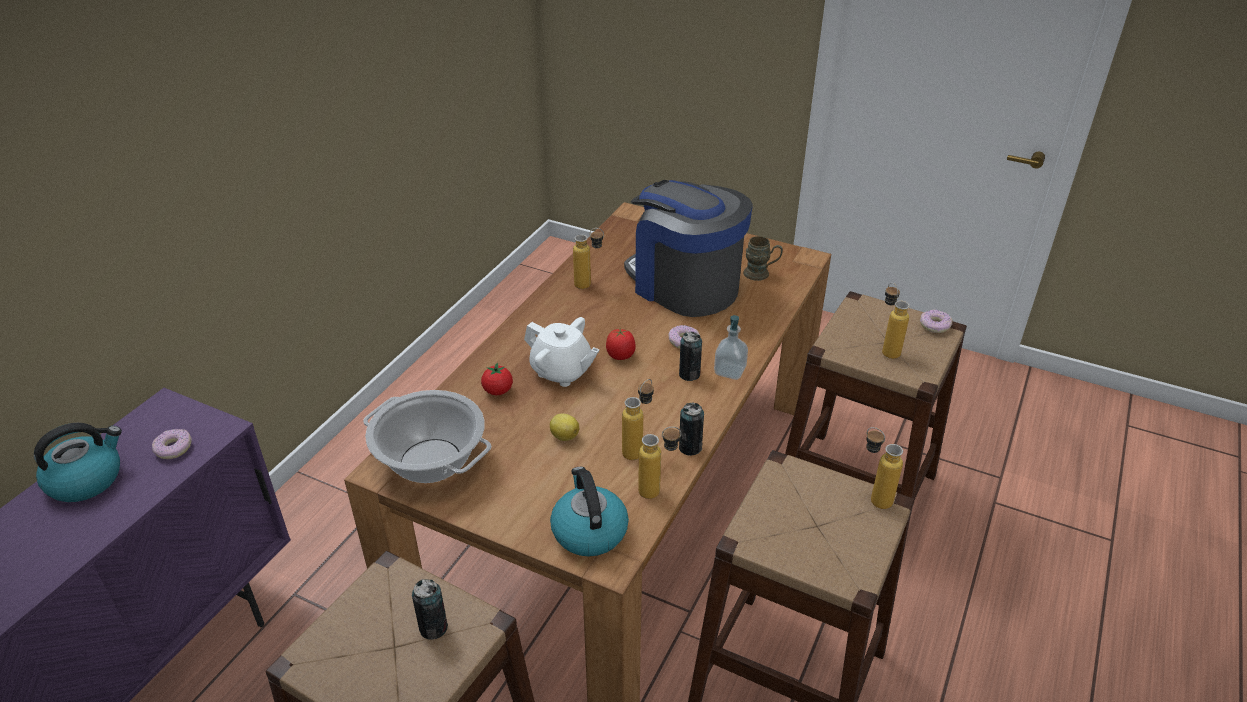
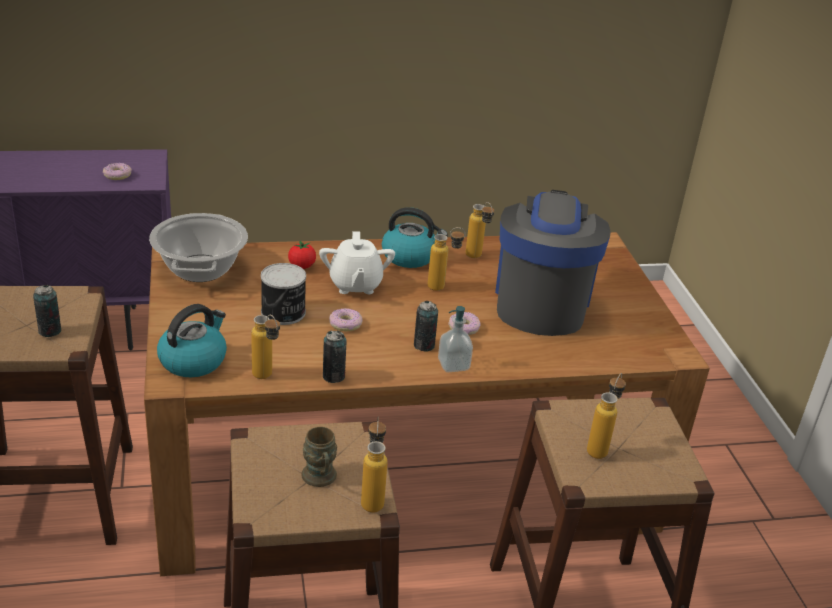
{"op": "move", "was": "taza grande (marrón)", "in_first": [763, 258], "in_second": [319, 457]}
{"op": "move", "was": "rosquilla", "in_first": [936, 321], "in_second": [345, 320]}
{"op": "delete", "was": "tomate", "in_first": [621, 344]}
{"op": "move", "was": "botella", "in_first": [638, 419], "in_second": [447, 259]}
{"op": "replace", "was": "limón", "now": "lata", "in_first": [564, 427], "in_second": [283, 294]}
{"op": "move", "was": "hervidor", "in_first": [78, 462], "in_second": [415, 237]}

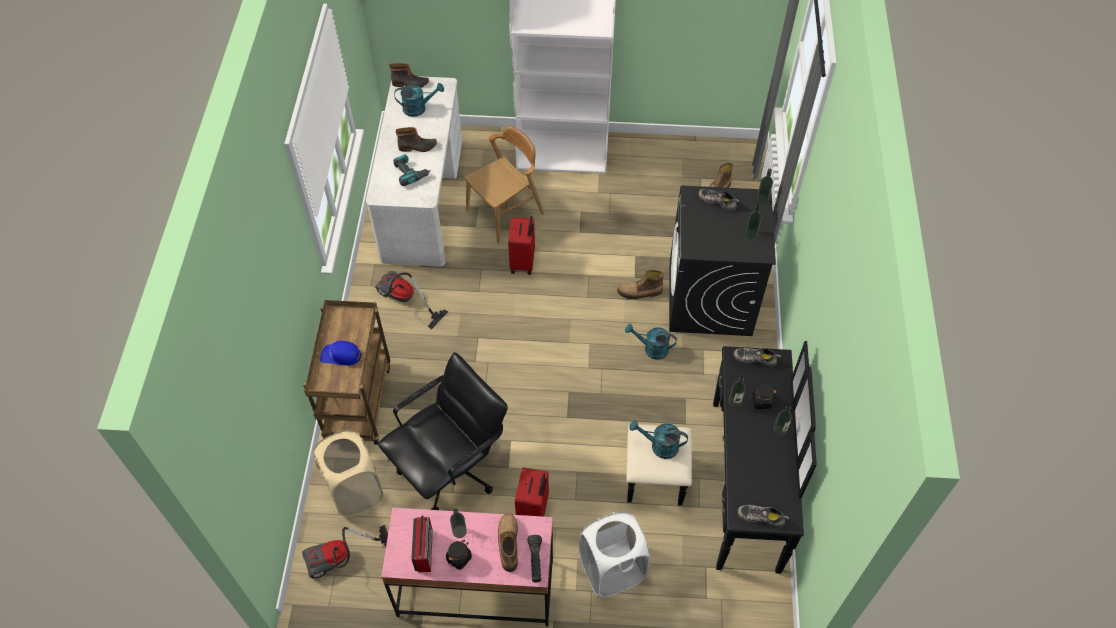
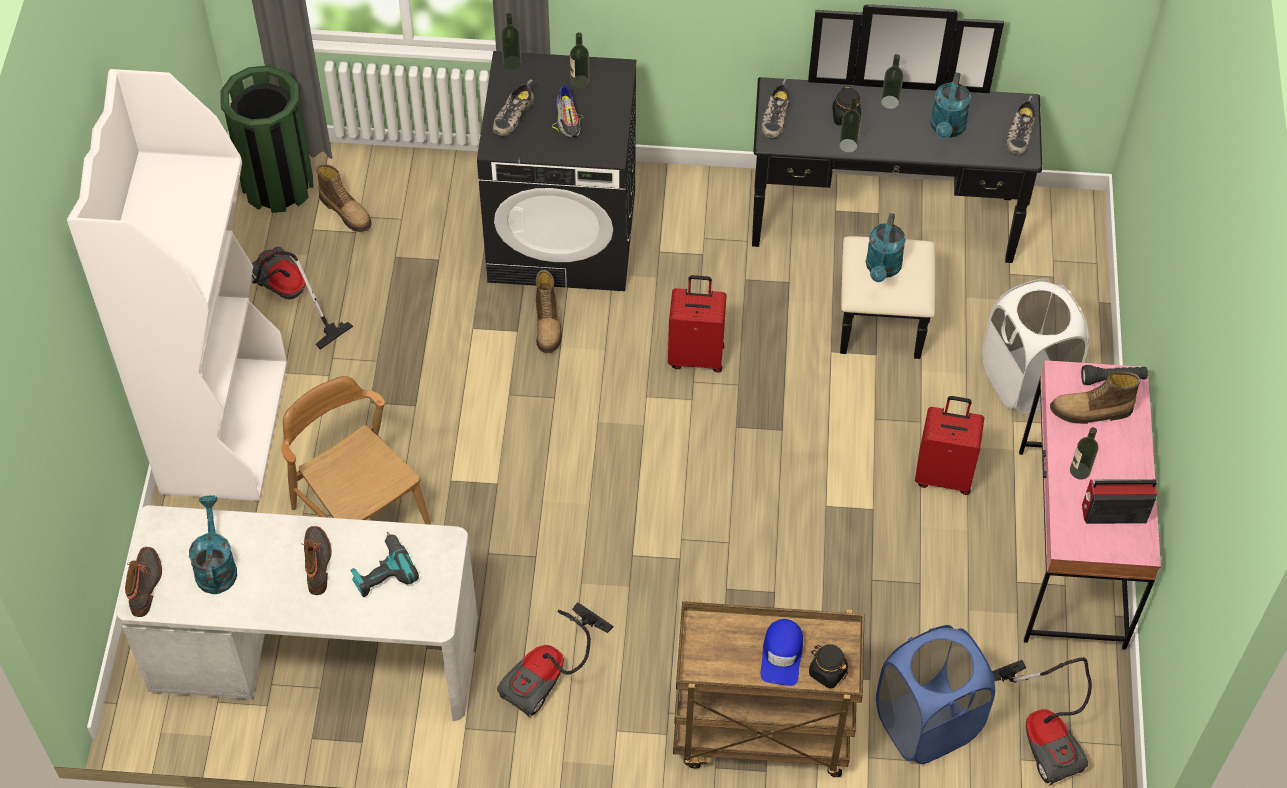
{"op": "move", "was": "maleta (rojo)", "in_first": [521, 245], "in_second": [697, 324]}
{"op": "move", "was": "regadera (turquesa)", "in_first": [651, 342], "in_second": [950, 105]}
{"op": "delete", "was": "silla de oficina (negro)", "in_first": [443, 431]}
{"op": "recolor", "was": "cesto de la ropa (beis)", "now": "cesto de la ropa (azul)", "in_first": [348, 473], "in_second": [935, 694]}
{"op": "move", "was": "tarro (negro)", "in_first": [459, 555], "in_second": [828, 666]}
{"op": "insert", "now": "papelera (verde)", "in_second": [267, 139]}
{"op": "insert", "now": "zapato", "in_second": [567, 110]}
{"op": "insert", "now": "aspiradora", "in_second": [303, 298]}

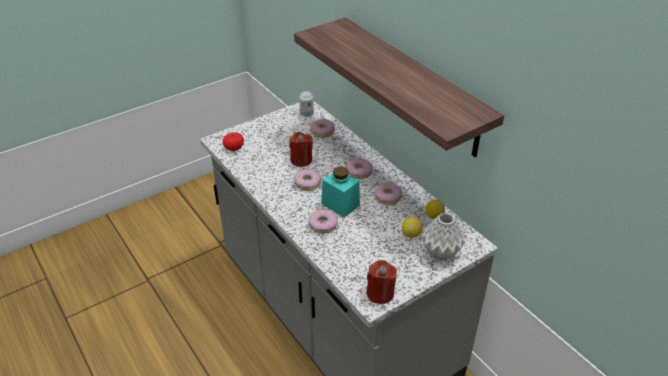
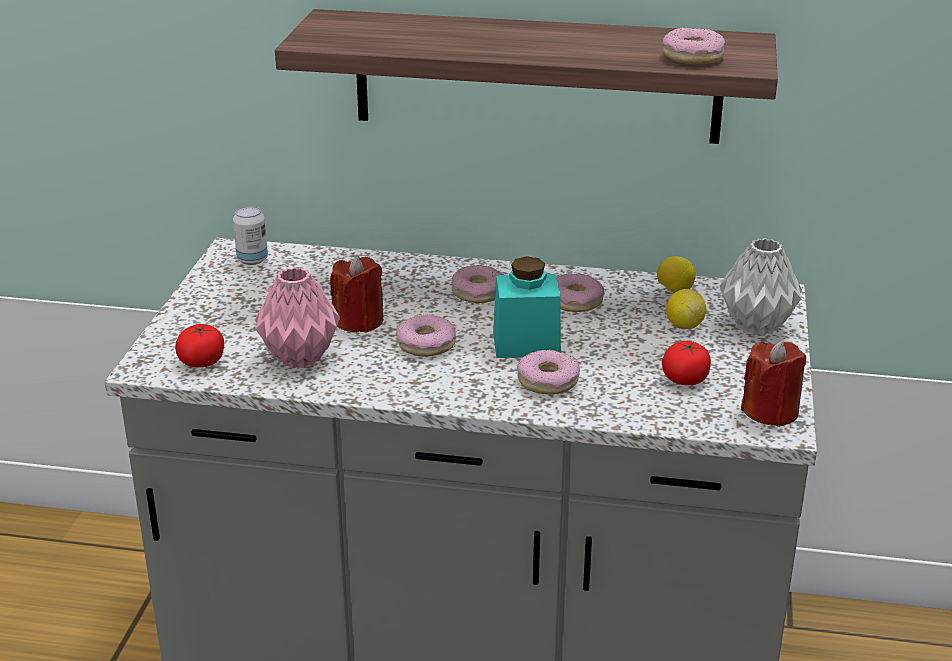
{"op": "move", "was": "rosquilla", "in_first": [323, 128], "in_second": [693, 46]}
{"op": "insert", "now": "florero (rosa)", "in_second": [297, 317]}
{"op": "insert", "now": "tomate", "in_second": [686, 363]}

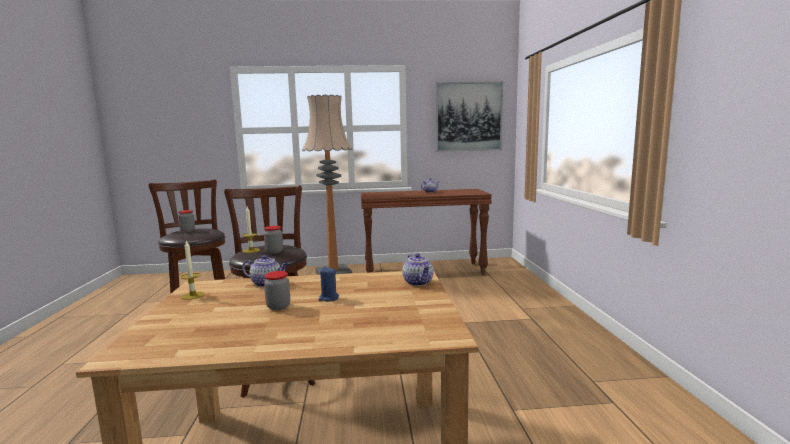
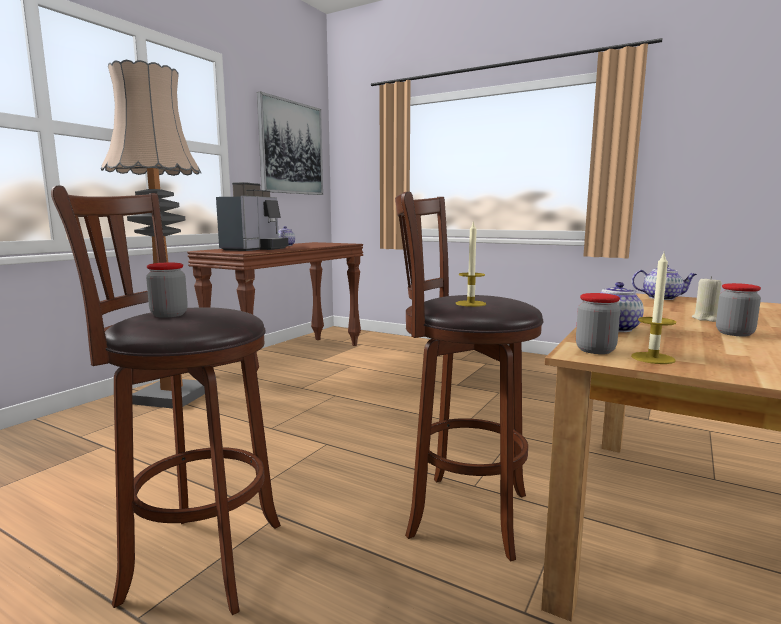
{"op": "move", "was": "tarro", "in_first": [273, 240], "in_second": [598, 323]}
{"op": "recolor", "was": "vela (azul)", "now": "vela (beis)", "in_first": [329, 284], "in_second": [707, 299]}
{"op": "insert", "now": "cafetera", "in_second": [252, 216]}

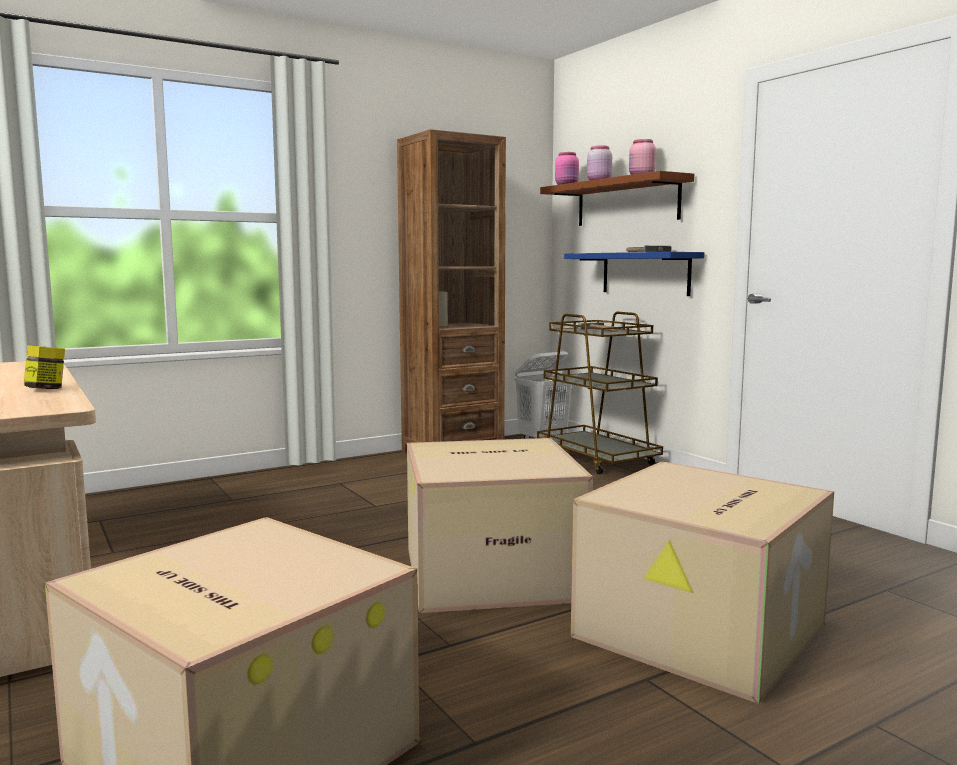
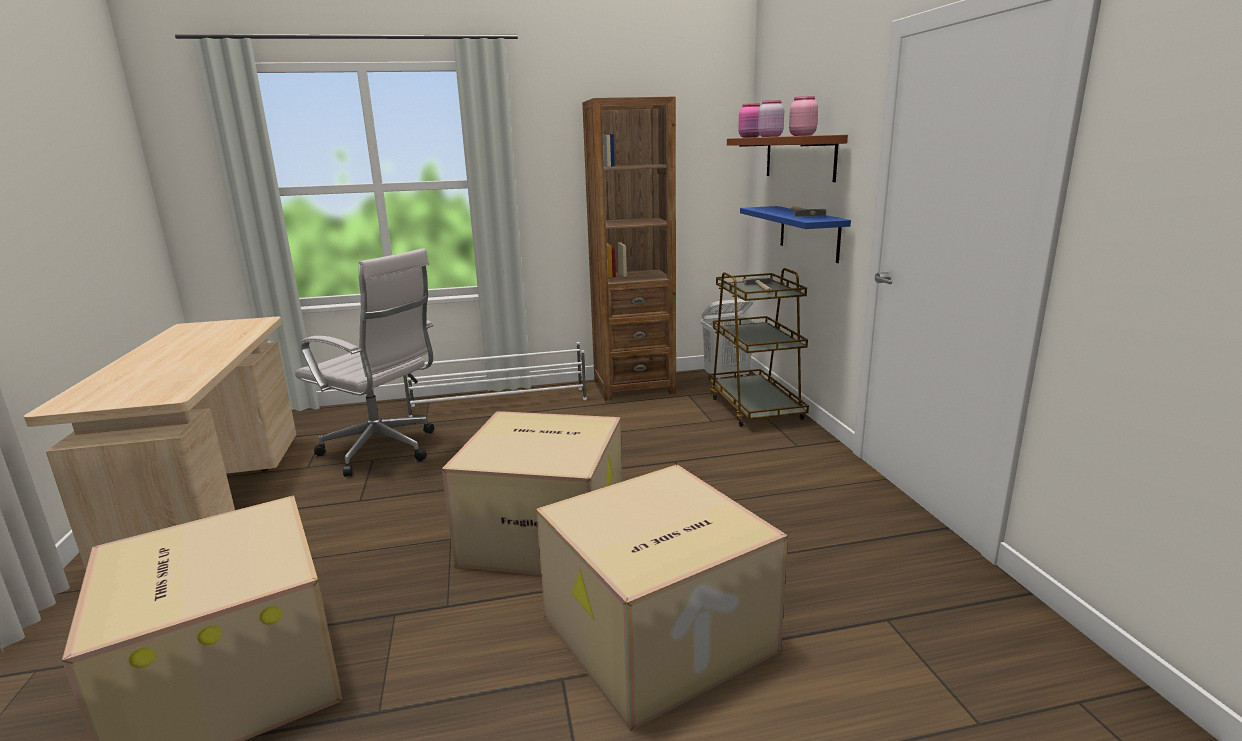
{"op": "delete", "was": "tarro", "in_first": [44, 367]}
{"op": "insert", "now": "silla de oficina (blanco)", "in_second": [364, 362]}
{"op": "insert", "now": "zapatero (blanco)", "in_second": [495, 379]}

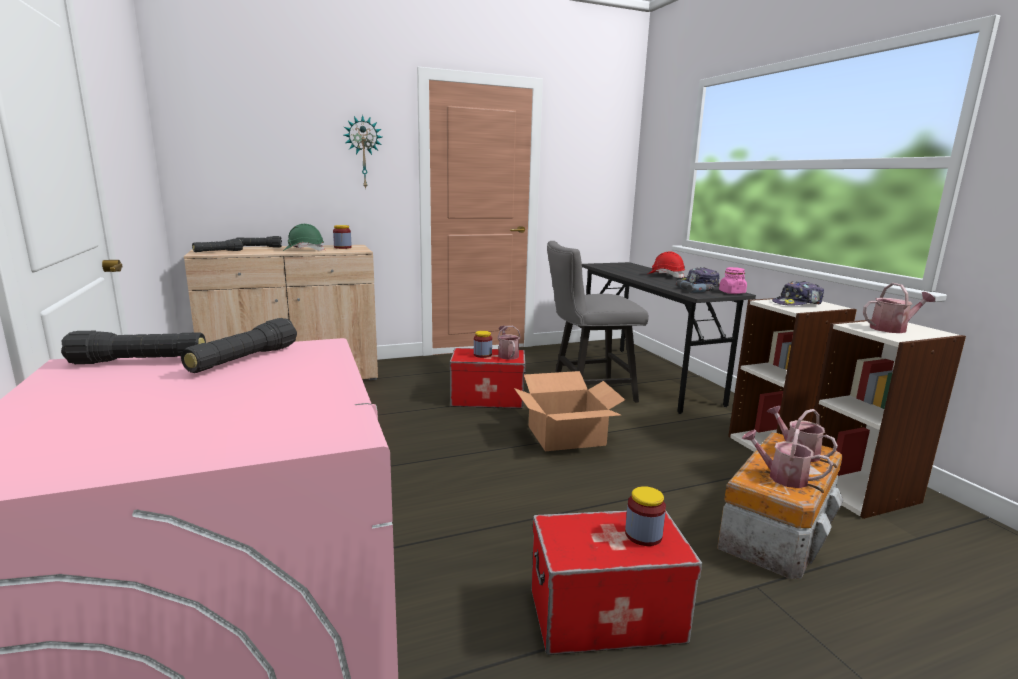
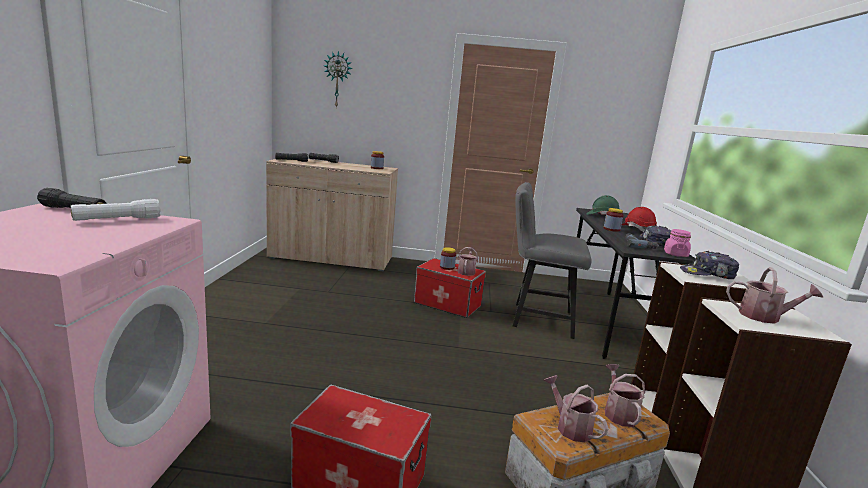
{"op": "move", "was": "reloj de pared", "in_first": [363, 152], "in_second": [338, 79]}
{"op": "move", "was": "casco (verde)", "in_first": [304, 237], "in_second": [603, 205]}
{"op": "recolor", "was": "linterna (negro)", "now": "linterna (blanco)", "in_first": [239, 345], "in_second": [116, 210]}
{"op": "delete", "was": "caja de cartón", "in_first": [569, 411]}
{"op": "move", "was": "tarro", "in_first": [645, 516], "in_second": [613, 220]}

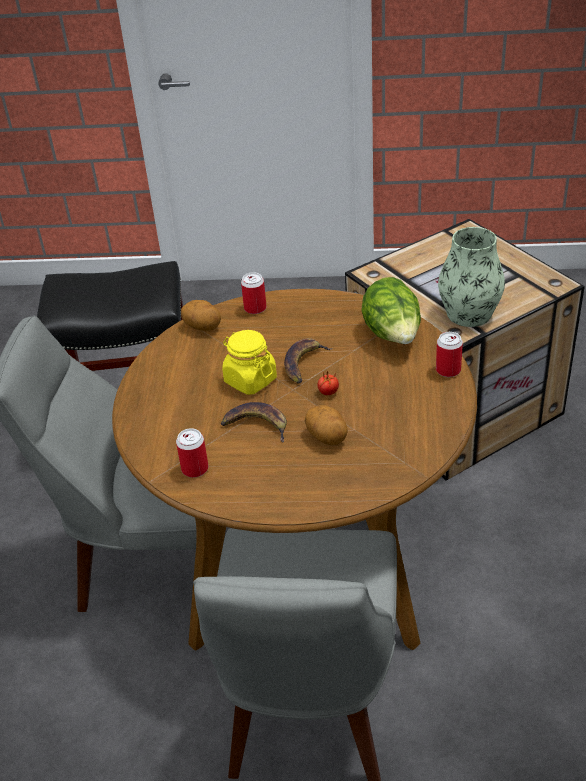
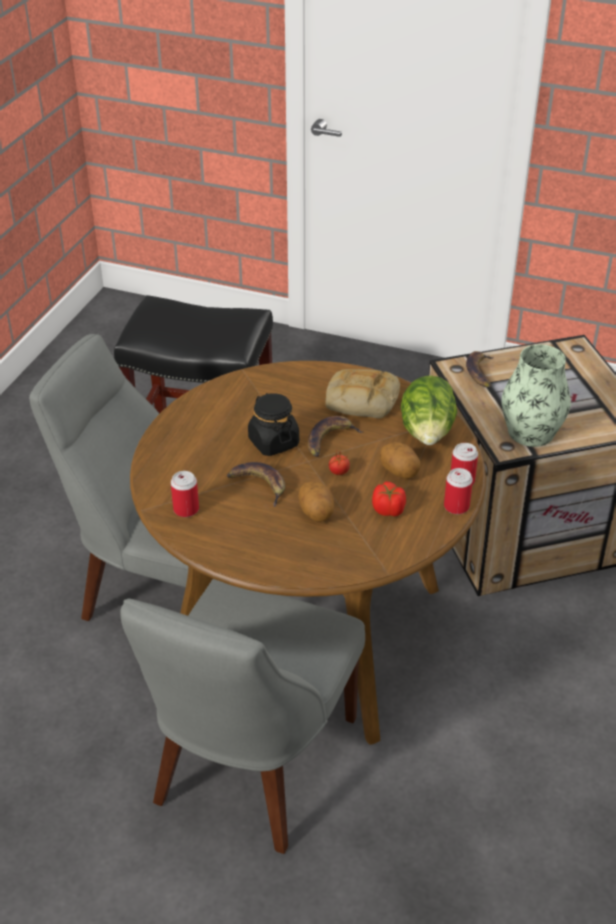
{"op": "move", "was": "lata", "in_first": [253, 293], "in_second": [458, 491]}
{"op": "move", "was": "patata", "in_first": [201, 315], "in_second": [399, 460]}
{"op": "recolor", "was": "tarro (amarillo)", "now": "tarro (negro)", "in_first": [249, 362], "in_second": [273, 424]}
{"op": "insert", "now": "plátano", "in_second": [480, 369]}
{"op": "insert", "now": "pan", "in_second": [362, 394]}
{"op": "insert", "now": "tomate", "in_second": [389, 499]}

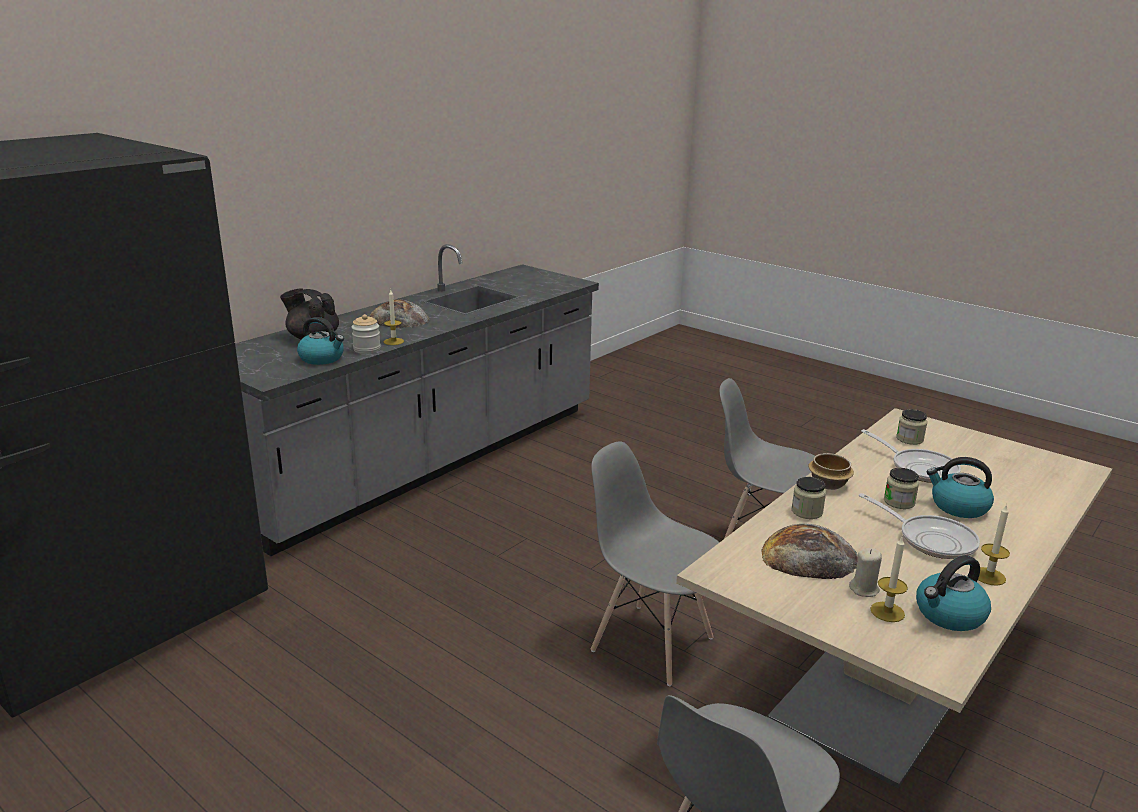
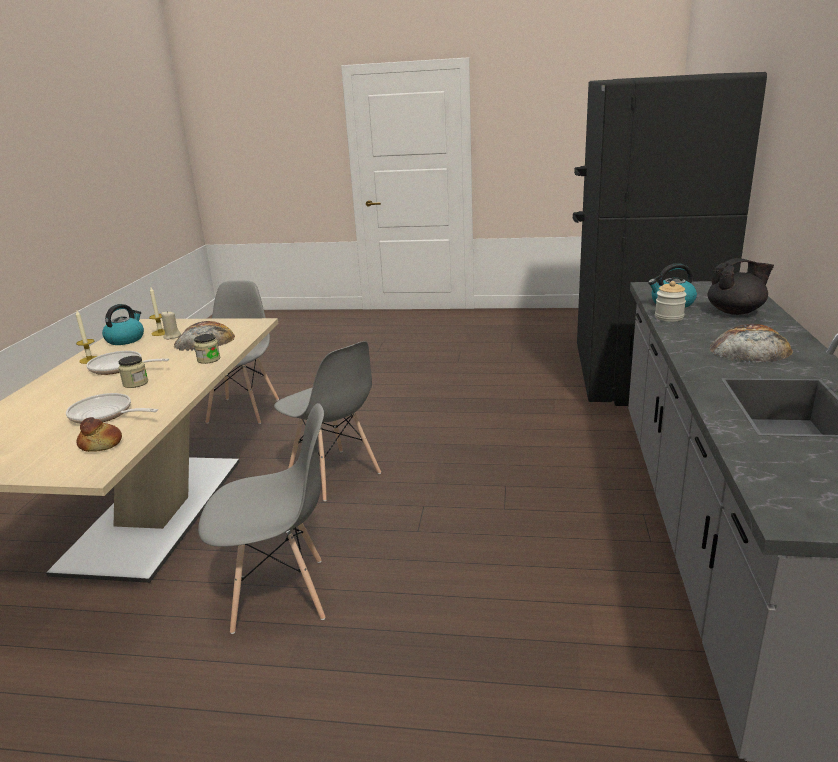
{"op": "delete", "was": "vela", "in_first": [394, 317]}
{"op": "replace", "was": "tarro", "now": "pan", "in_first": [911, 427], "in_second": [99, 434]}
{"op": "rotate", "was": "silla (gris)", "in_first": [655, 563], "in_second": [327, 421], "clockwise": 45}
{"op": "delete", "was": "cuenco", "in_first": [831, 471]}
{"op": "delete", "was": "hervidor", "in_first": [960, 487]}

